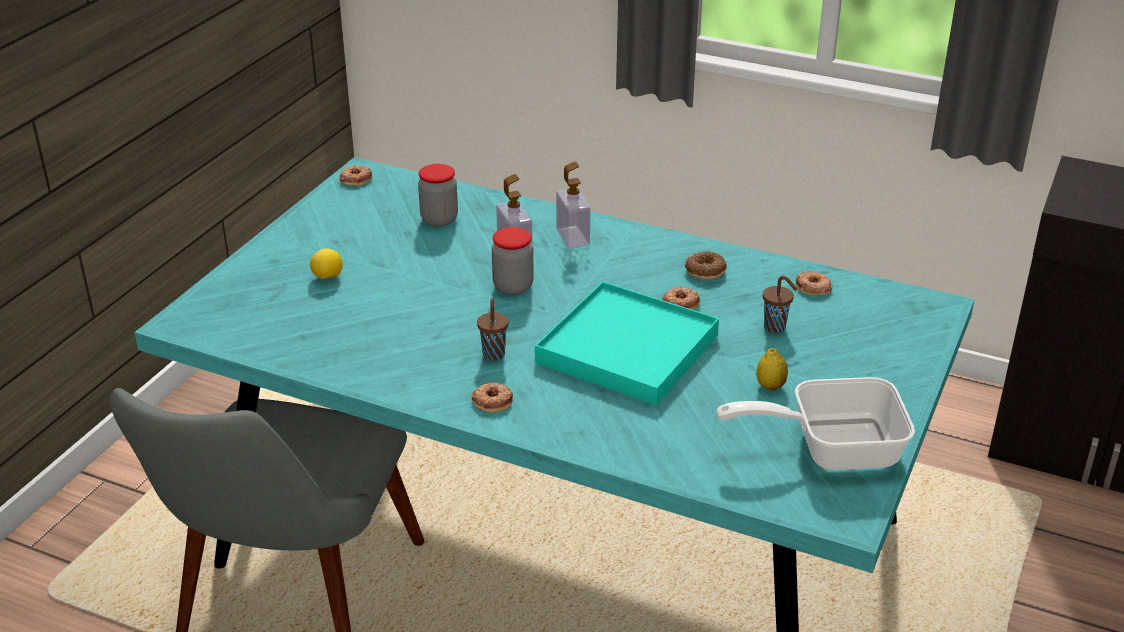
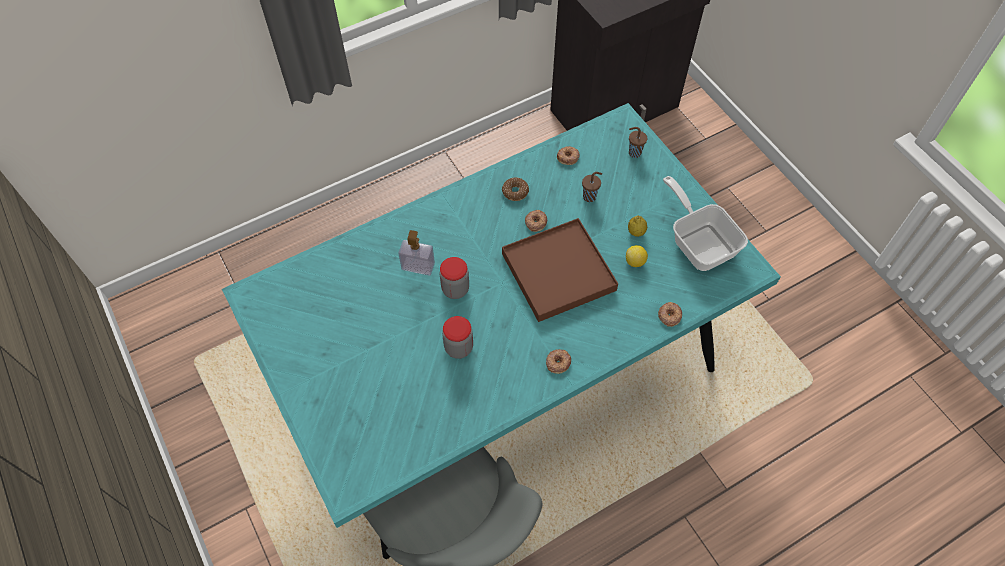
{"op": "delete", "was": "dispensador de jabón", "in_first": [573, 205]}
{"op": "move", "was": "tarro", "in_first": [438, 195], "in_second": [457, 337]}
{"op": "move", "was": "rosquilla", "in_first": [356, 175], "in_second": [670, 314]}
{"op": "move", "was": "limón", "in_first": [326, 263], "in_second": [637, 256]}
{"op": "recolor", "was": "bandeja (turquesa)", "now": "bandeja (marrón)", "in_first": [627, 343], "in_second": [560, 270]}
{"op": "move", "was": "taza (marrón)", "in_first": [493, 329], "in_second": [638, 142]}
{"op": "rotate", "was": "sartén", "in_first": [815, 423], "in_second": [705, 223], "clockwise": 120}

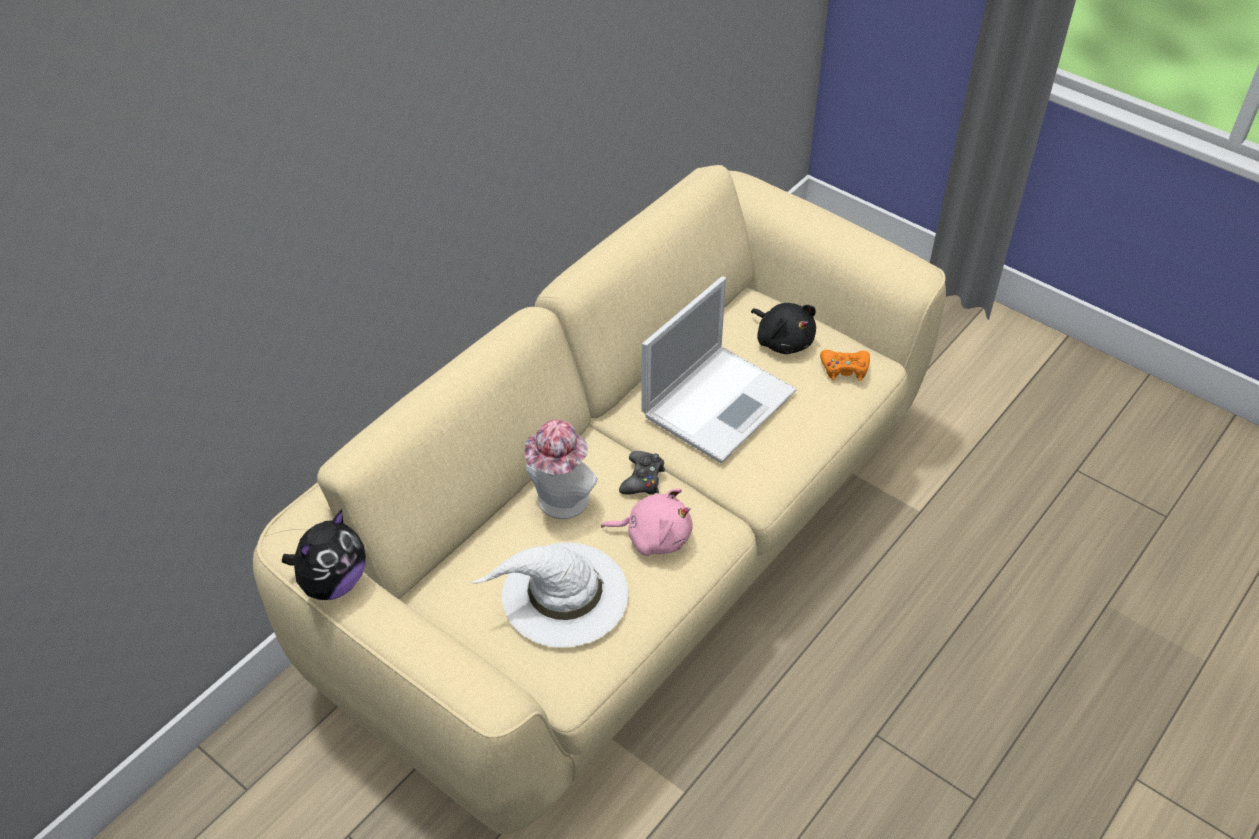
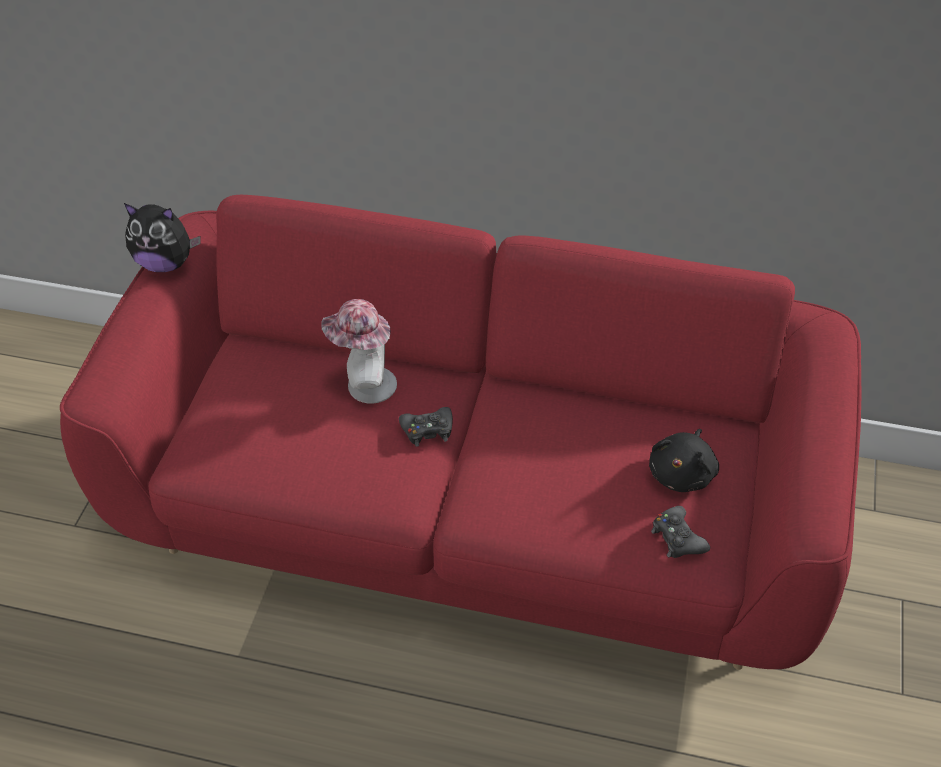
{"op": "recolor", "was": "sofá (beis)", "now": "sofá (rojo)", "in_first": [599, 500], "in_second": [460, 432]}
{"op": "delete", "was": "portátil", "in_first": [719, 369]}
{"op": "recolor", "was": "mando de consola (naranja)", "now": "mando de consola (negro)", "in_first": [845, 365], "in_second": [680, 532]}
{"op": "delete", "was": "peluche (rosa)", "in_first": [647, 522]}
{"op": "delete", "was": "sombrero (blanco)", "in_first": [549, 595]}

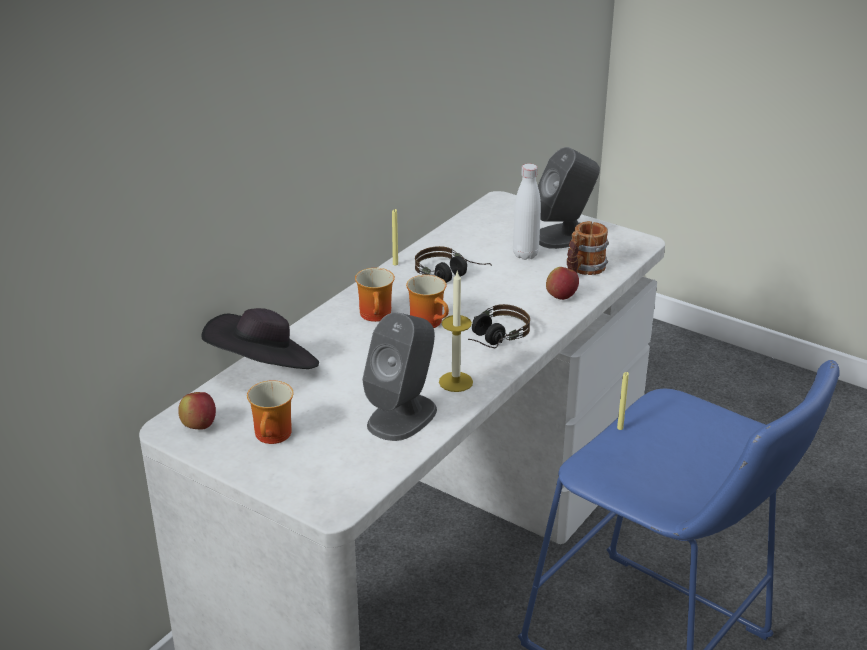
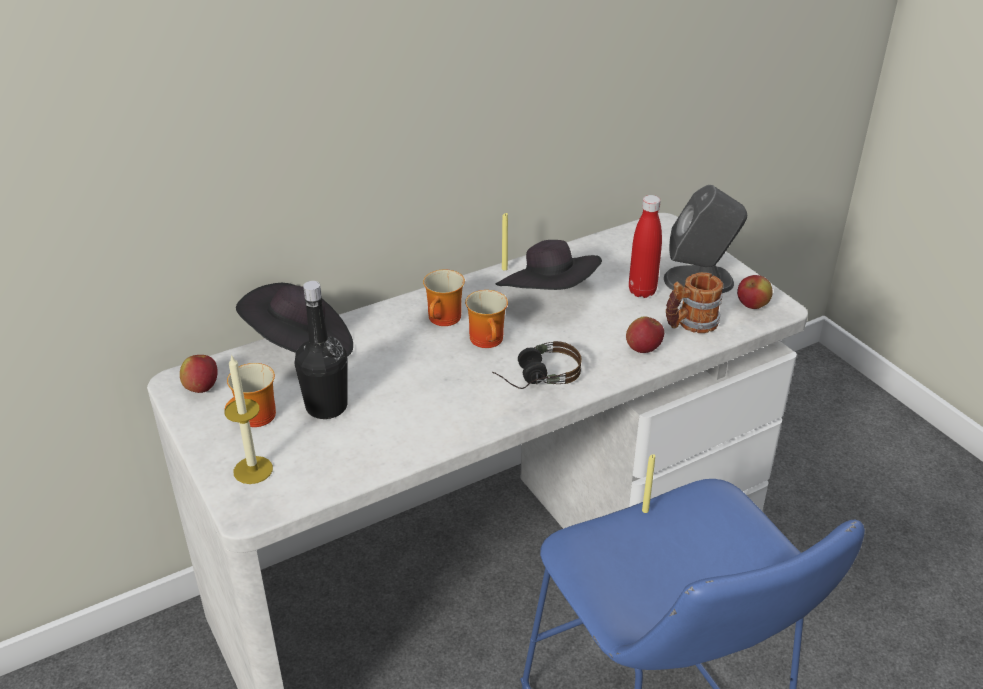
{"op": "recolor", "was": "botella (blanco)", "now": "botella (rojo)", "in_first": [527, 212], "in_second": [645, 246]}
{"op": "replace", "was": "auriculares", "now": "sombrero (negro)", "in_first": [453, 264], "in_second": [549, 265]}
{"op": "move", "was": "vela", "in_first": [456, 331], "in_second": [248, 419]}
{"op": "delete", "was": "altavoz (gris)", "in_first": [399, 376]}
{"op": "insert", "now": "manzana", "in_second": [755, 292]}
{"op": "insert", "now": "botella (negro)", "in_second": [321, 350]}

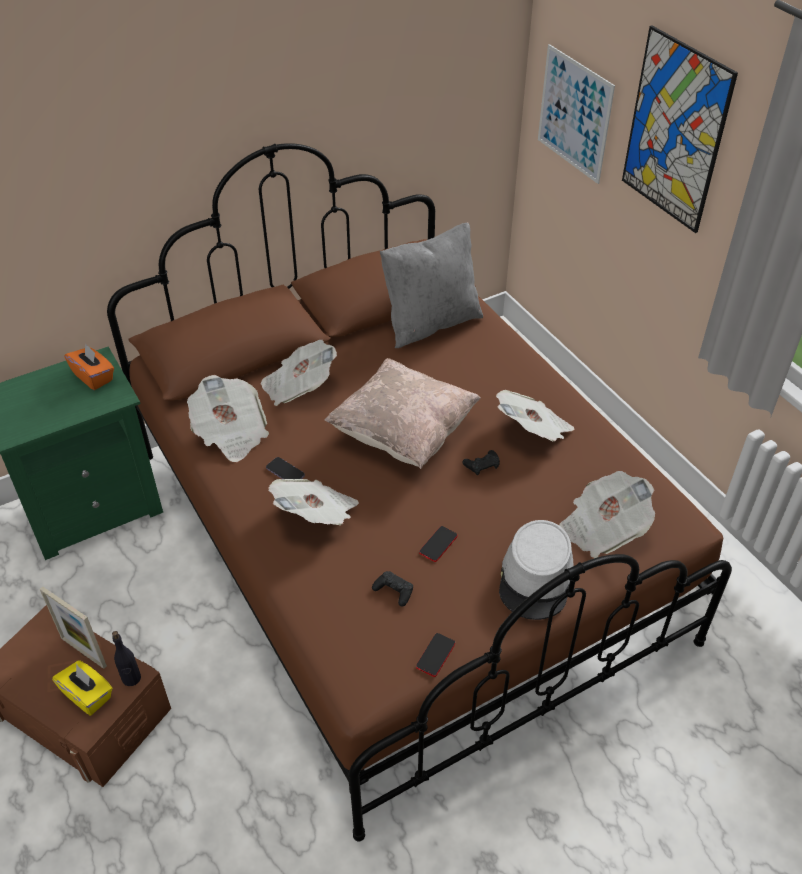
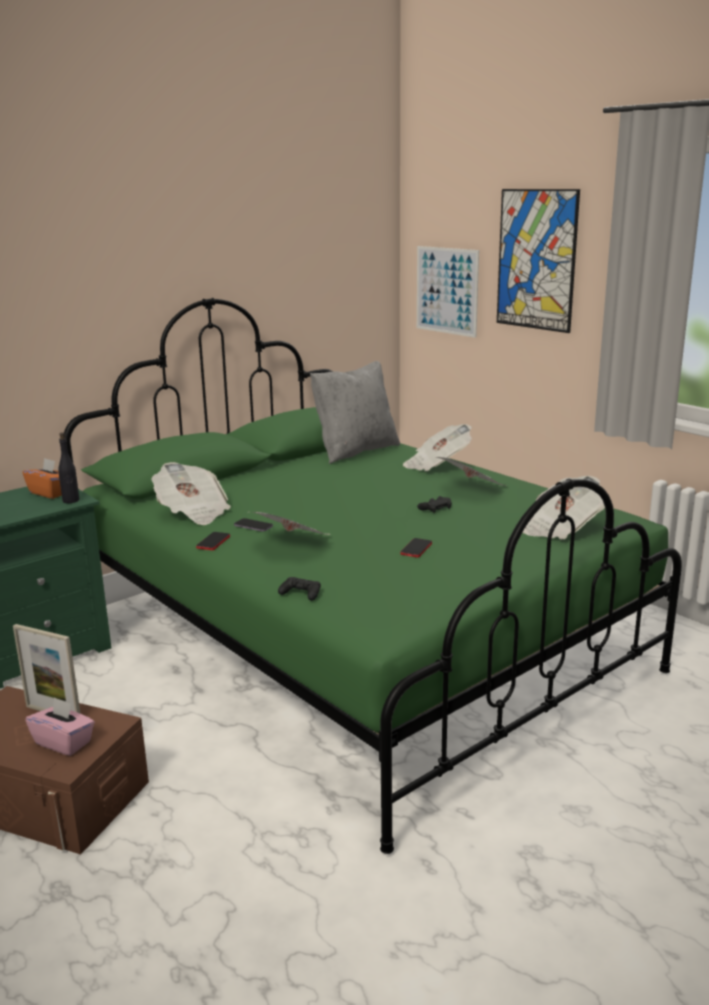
{"op": "recolor", "was": "cama (marrón)", "now": "cama (verde)", "in_first": [419, 492], "in_second": [373, 576]}
{"op": "move", "was": "periódico", "in_first": [299, 373], "in_second": [437, 447]}
{"op": "delete", "was": "cojín (beis)", "in_first": [403, 413]}
{"op": "delete", "was": "sombrero (gris)", "in_first": [536, 570]}
{"op": "move", "was": "mando de consola (negro)", "in_first": [392, 589], "in_second": [299, 589]}
{"op": "move", "was": "botella (negro)", "in_first": [126, 658], "in_second": [68, 467]}
{"op": "move", "was": "móvil", "in_first": [435, 655], "in_second": [213, 541]}
{"op": "recolor", "was": "caja de pañuelos (amarillo)", "now": "caja de pañuelos (rosa)", "in_first": [82, 688], "in_second": [60, 726]}

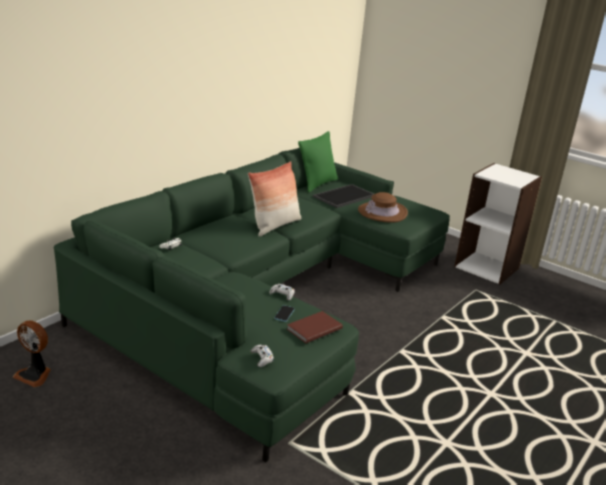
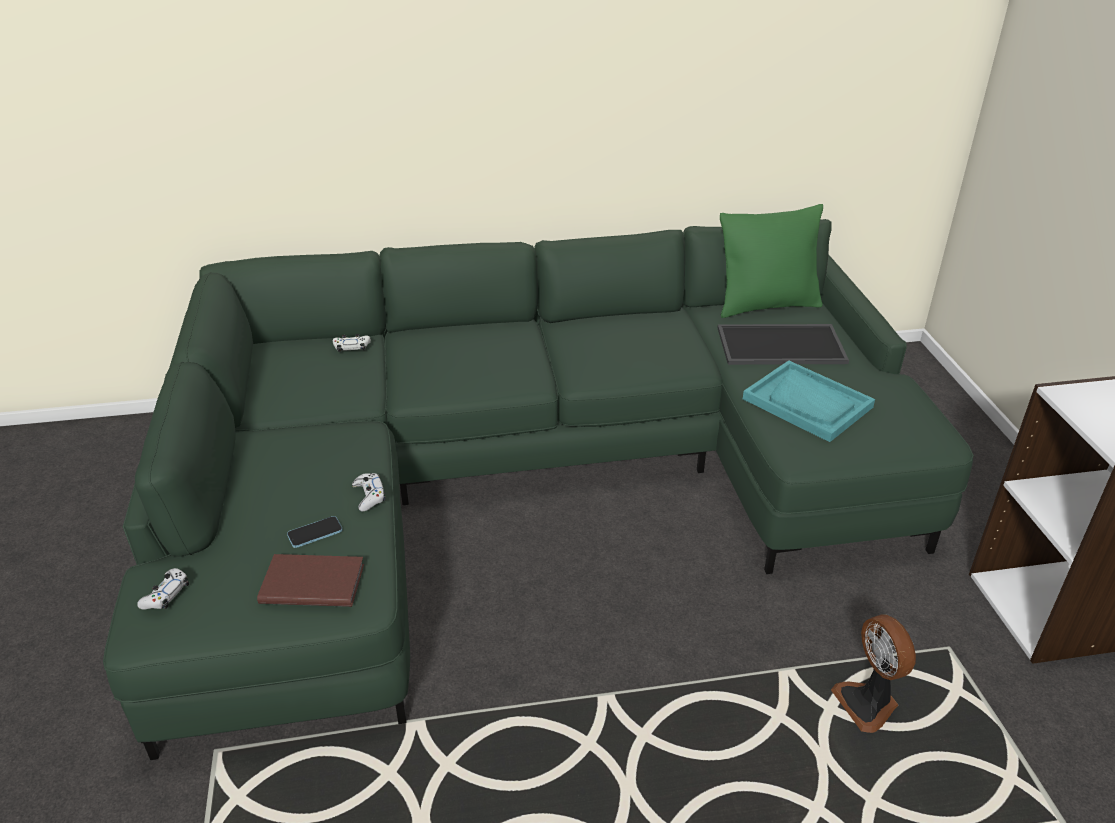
{"op": "delete", "was": "cojín", "in_first": [275, 199]}
{"op": "replace", "was": "sombrero (marrón)", "now": "bandeja (turquesa)", "in_first": [383, 207], "in_second": [809, 401]}
{"op": "move", "was": "ventilador", "in_first": [32, 353], "in_second": [873, 673]}

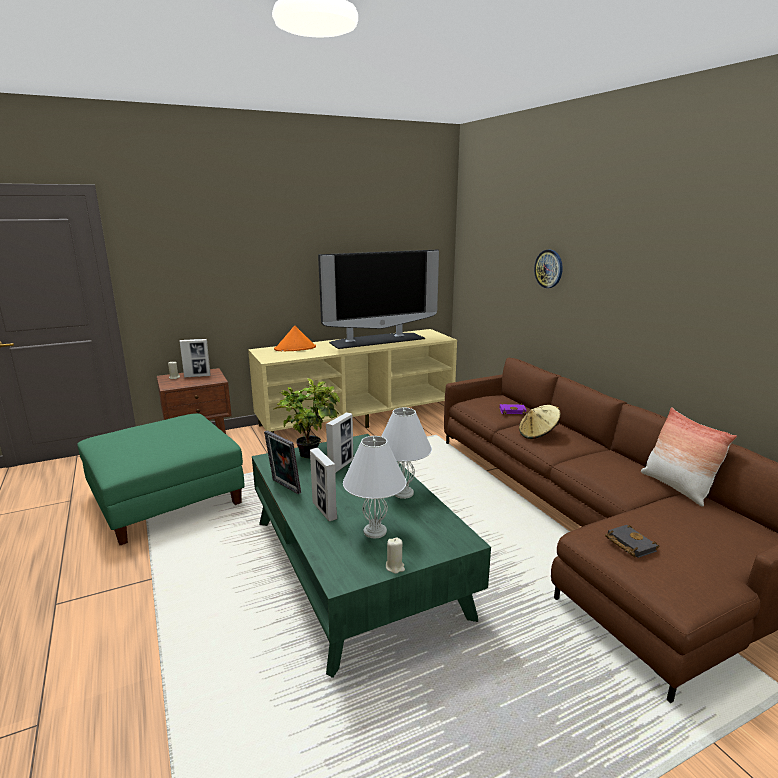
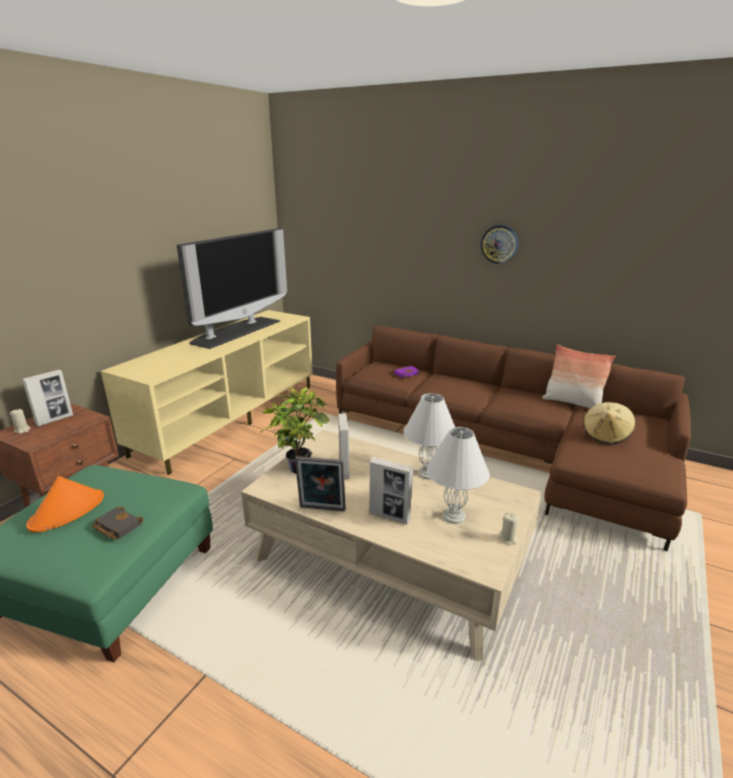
{"op": "move", "was": "reloj de pared", "in_first": [548, 269], "in_second": [499, 244]}
{"op": "move", "was": "sombrero (naranja)", "in_first": [295, 338], "in_second": [65, 504]}
{"op": "move", "was": "sombrero (beis)", "in_first": [540, 422], "in_second": [609, 423]}
{"op": "recolor", "was": "mesa de centro (verde)", "now": "mesa de centro (beis)", "in_first": [371, 556], "in_second": [391, 545]}
{"op": "move", "was": "libro (negro)", "in_first": [632, 541], "in_second": [117, 523]}

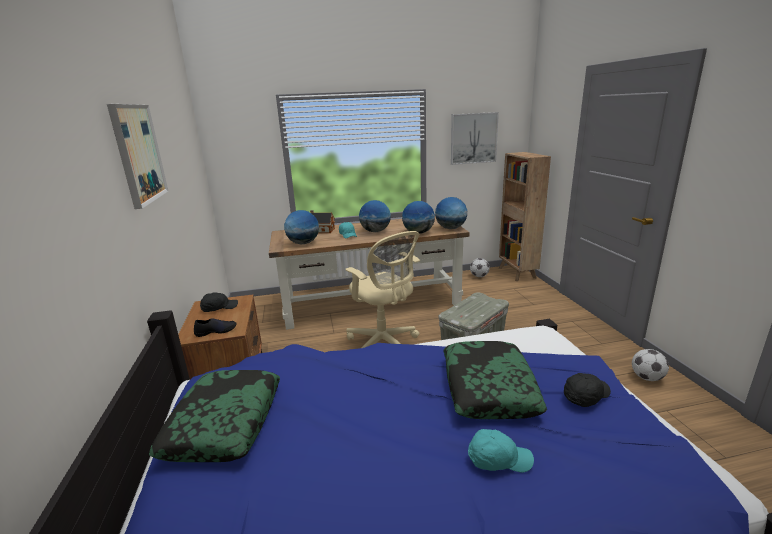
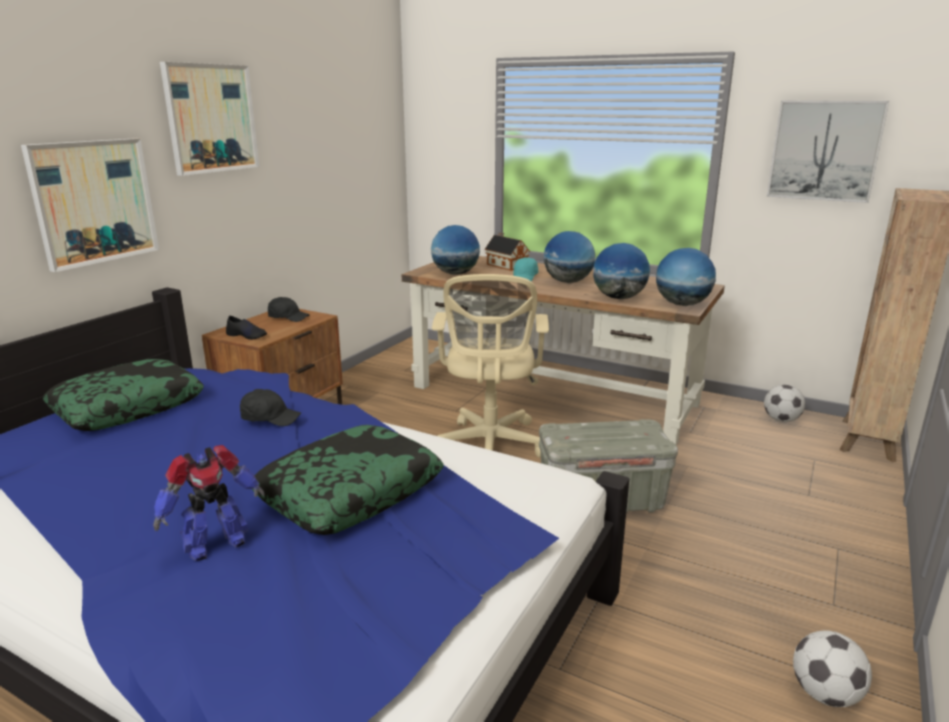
{"op": "move", "was": "gorra (negro)", "in_first": [587, 390], "in_second": [270, 407]}
{"op": "replace", "was": "gorra (turquesa)", "now": "robot de juguete", "in_first": [501, 450], "in_second": [209, 503]}
{"op": "insert", "now": "cuadro", "in_second": [90, 205]}

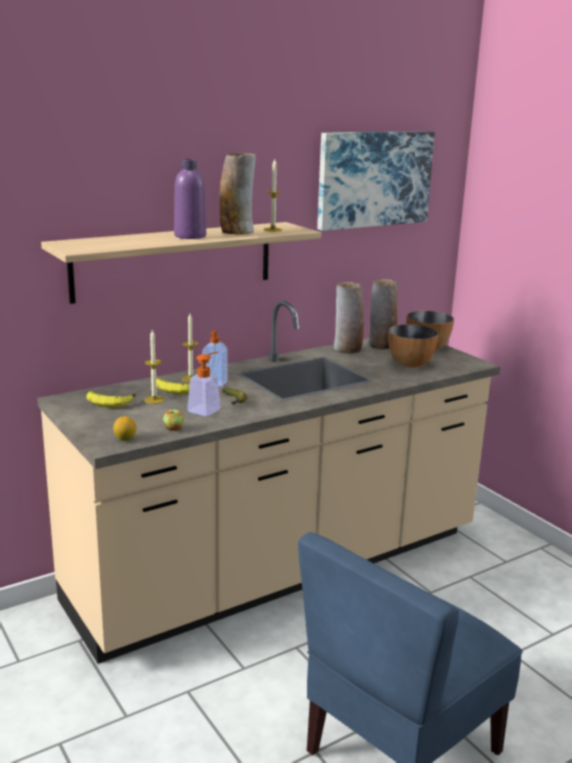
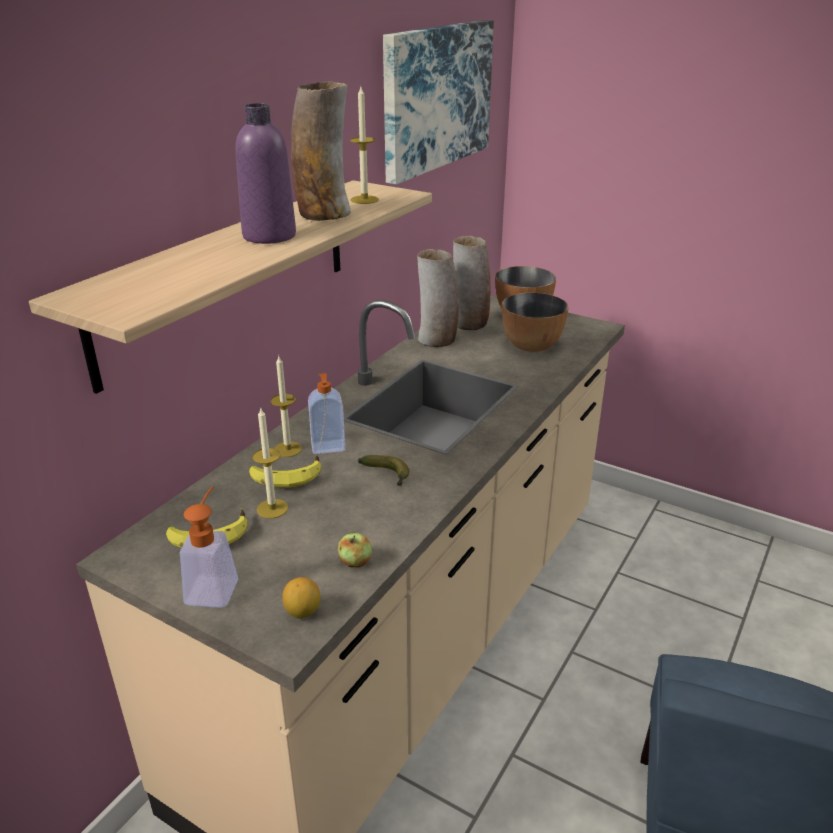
{"op": "move", "was": "dispensador de jabón", "in_first": [203, 384], "in_second": [209, 547]}

